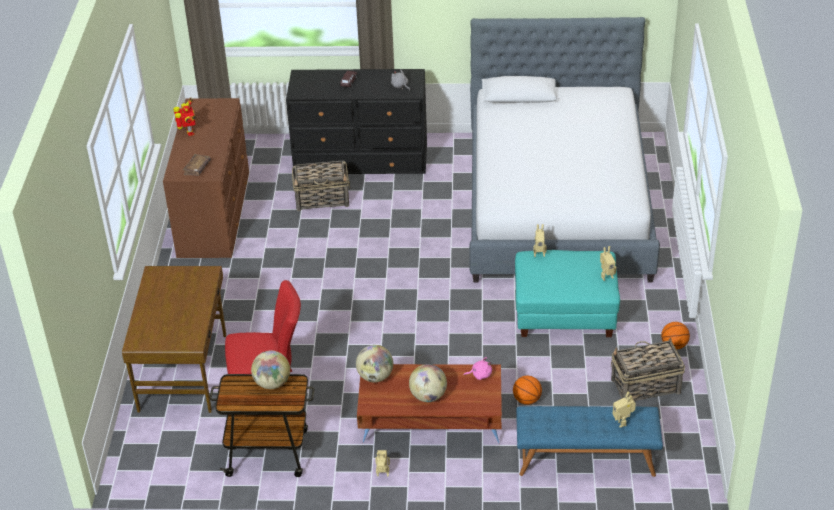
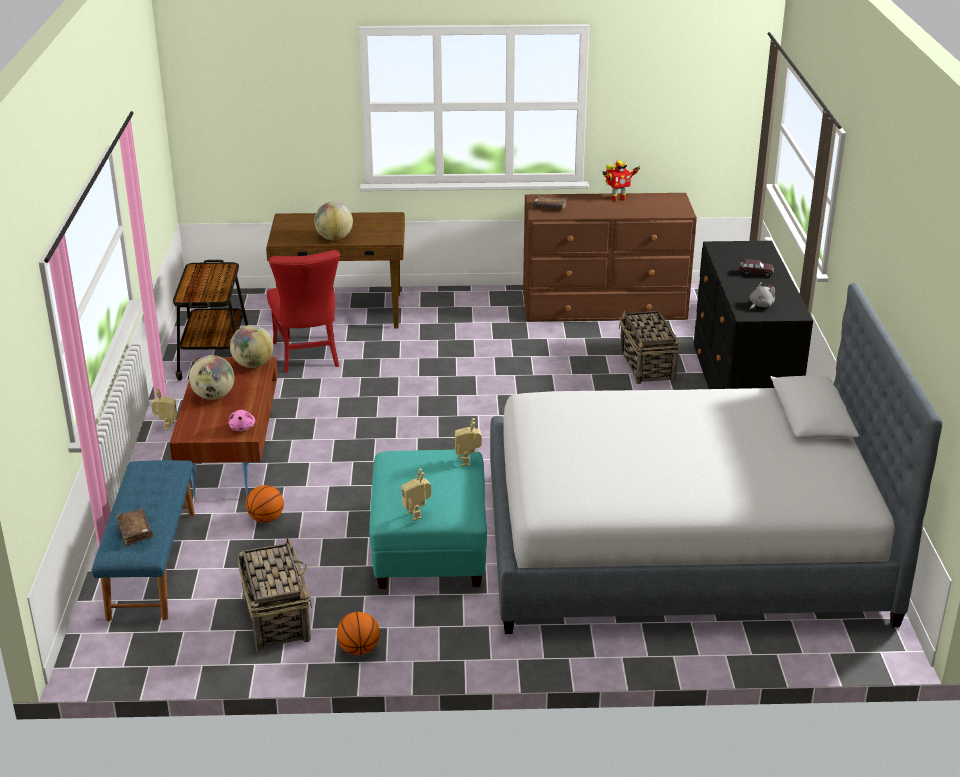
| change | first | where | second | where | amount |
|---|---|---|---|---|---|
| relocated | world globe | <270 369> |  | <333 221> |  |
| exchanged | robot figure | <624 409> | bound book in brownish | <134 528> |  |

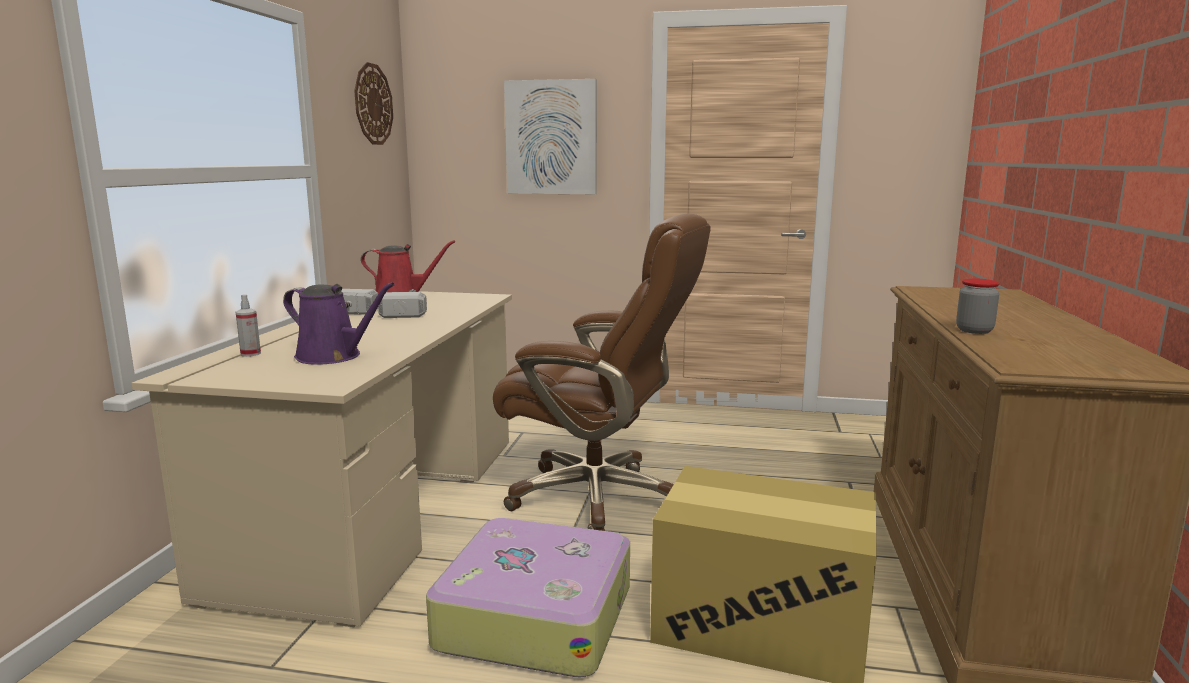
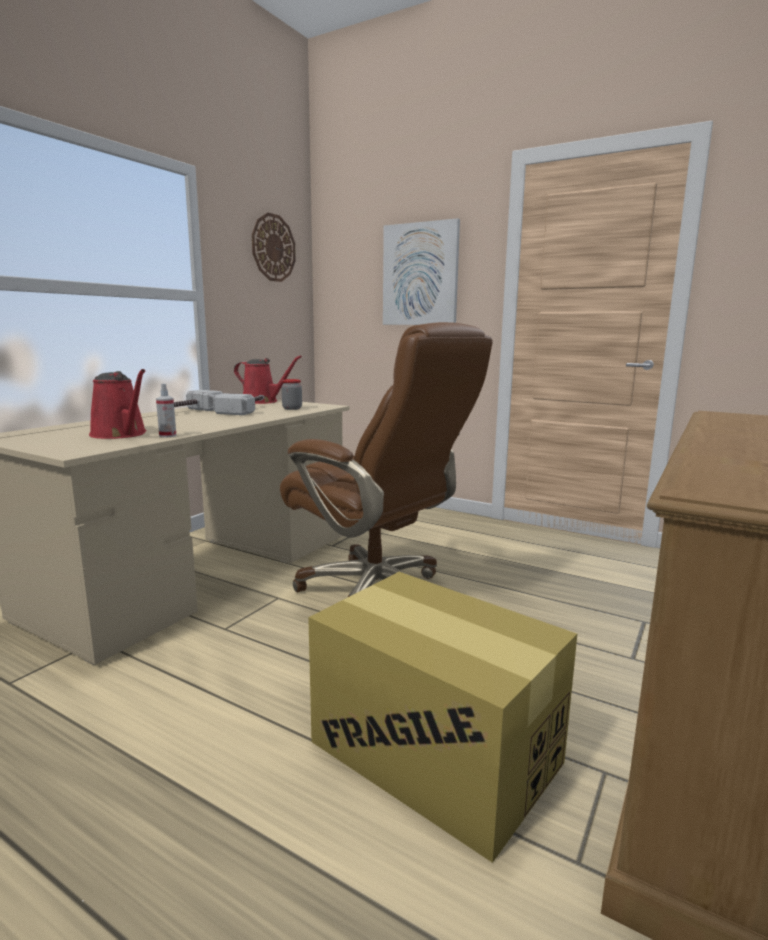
| change | first | where | second | where | amount |
|---|---|---|---|---|---|
| relocated | hand sprayer | <248 325> |  | <166 410> |  |
| colour | sprinkling can in purplish | <339 323> | sprinkling can in red | <117 404> |  |
| missing | piece of luggage | <528 597> |  |  |  |
| relocated | storage jar | <977 306> |  | <292 394> |  |

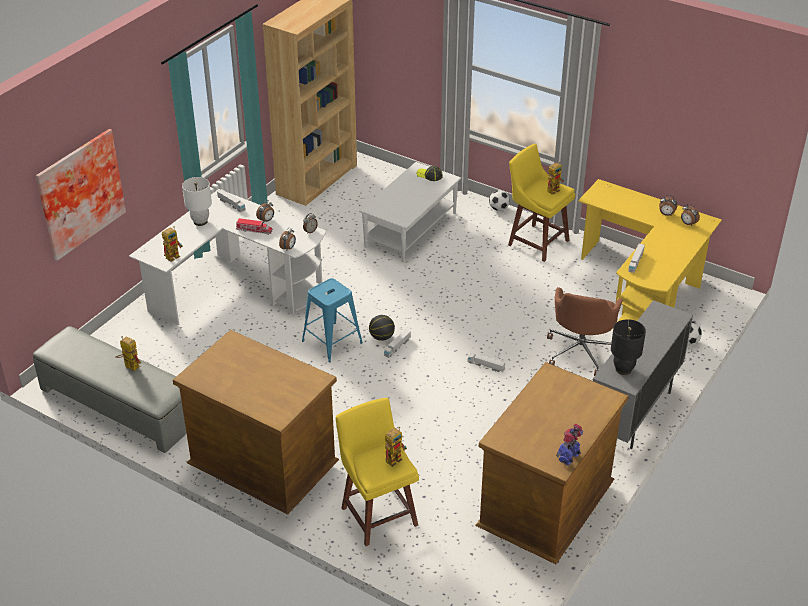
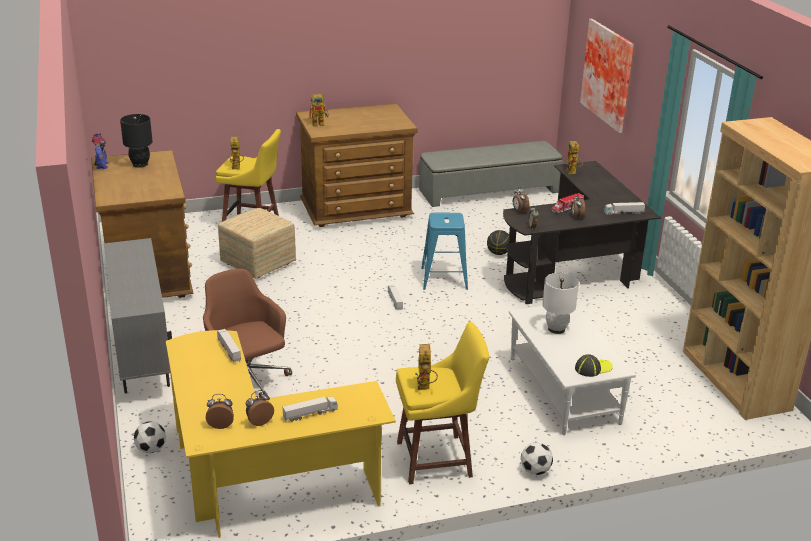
| change | first | where | second | where | amount |
|---|---|---|---|---|---|
| relocated | robot figure | <128 353> |  | <319 110> |  |
| colour | desk table in white-coloured | <227 257> | desk table in black | <582 232> |  |
| relocated | tabletop lamp in white-coloured | <197 201> |  | <560 303> |  |
| relocated | basketball ball | <382 328> |  | <498 242> |  |
| relocated | toy truck | <486 363> |  | <310 409> |  |
| relocated | tabletop lamp in black | <628 347> |  | <136 141> |  |
| appeared |  |  | pouffe | <257 243> |  |

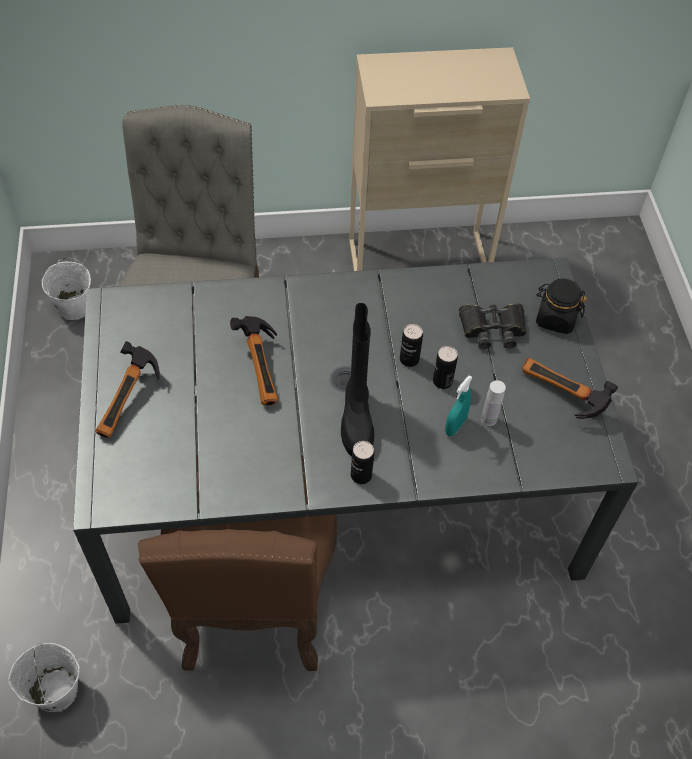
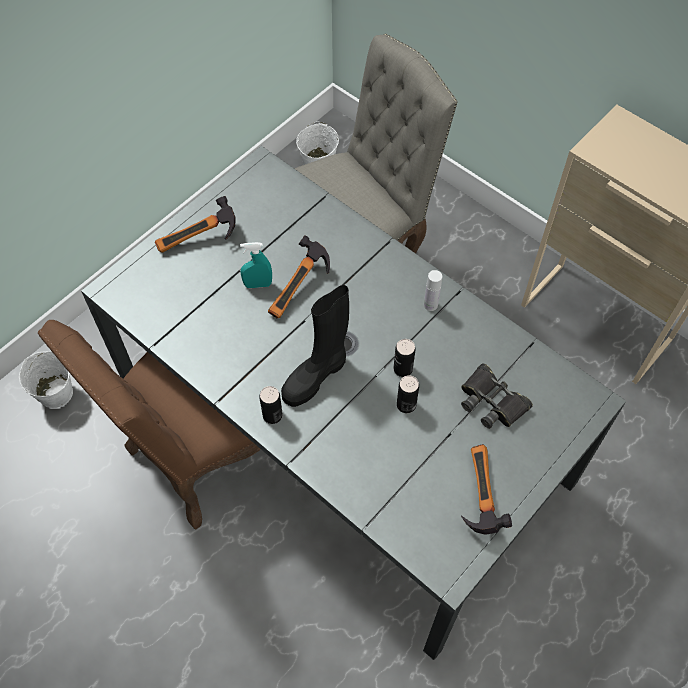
| change | first | where | second | where | amount |
|---|---|---|---|---|---|
| relocated | hand sprayer in turquoise | <459 406> |  | <256 265> |  |
| relocated | bottle in white-coloured | <493 403> |  | <433 290> |  |
| missing | storage jar in black | <561 306> |  |  |  |

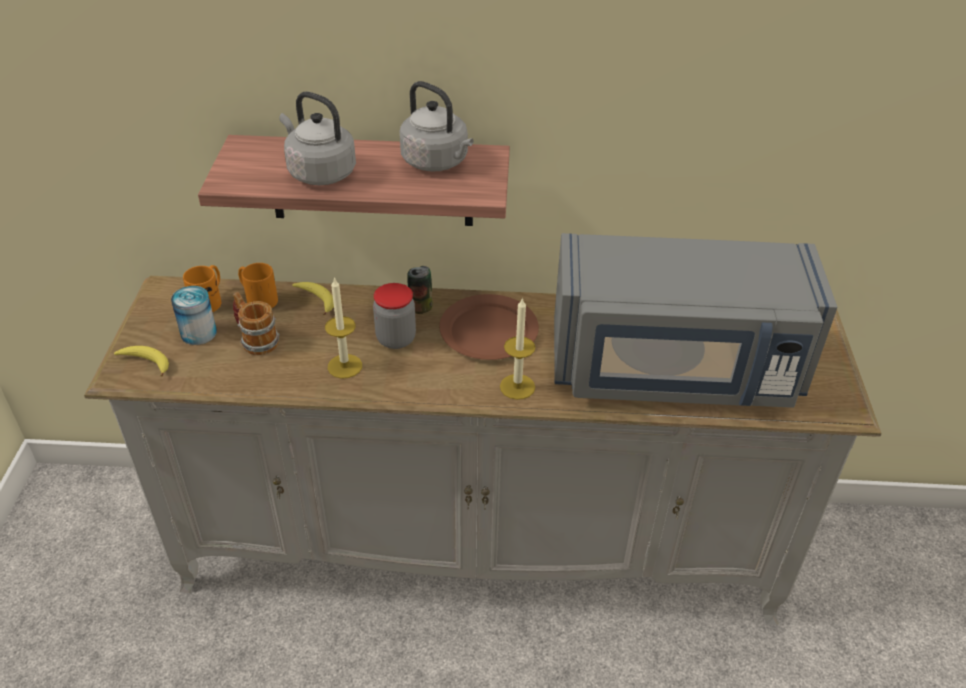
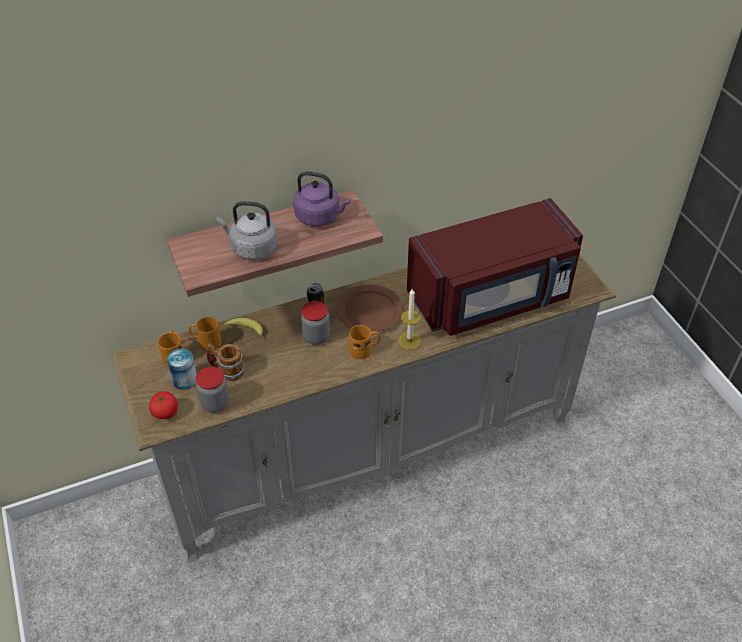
| change | first | where | second | where | amount |
|---|---|---|---|---|---|
| exchanged | banana | <141 361> | tomato | <163 405> |  |
| missing | wax light | <343 328> |  |  |  |
| colour | kettle in grey | <437 126> | kettle in purplish | <321 198> |  |
| colour | microwave in grey | <695 320> | microwave in red | <495 267> |  |
| appeared |  |  | storage jar | <212 390> |  |
| appeared |  |  | coffee mug in orange-coloured | <365 342> |  |

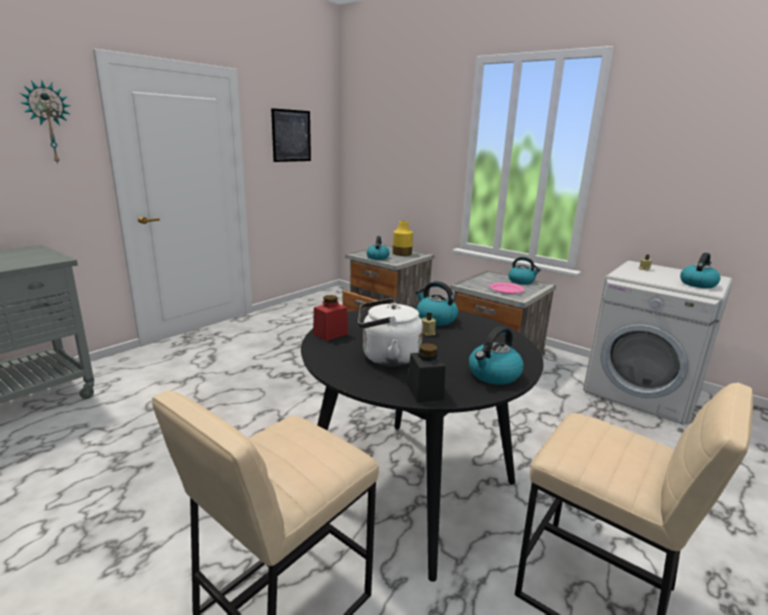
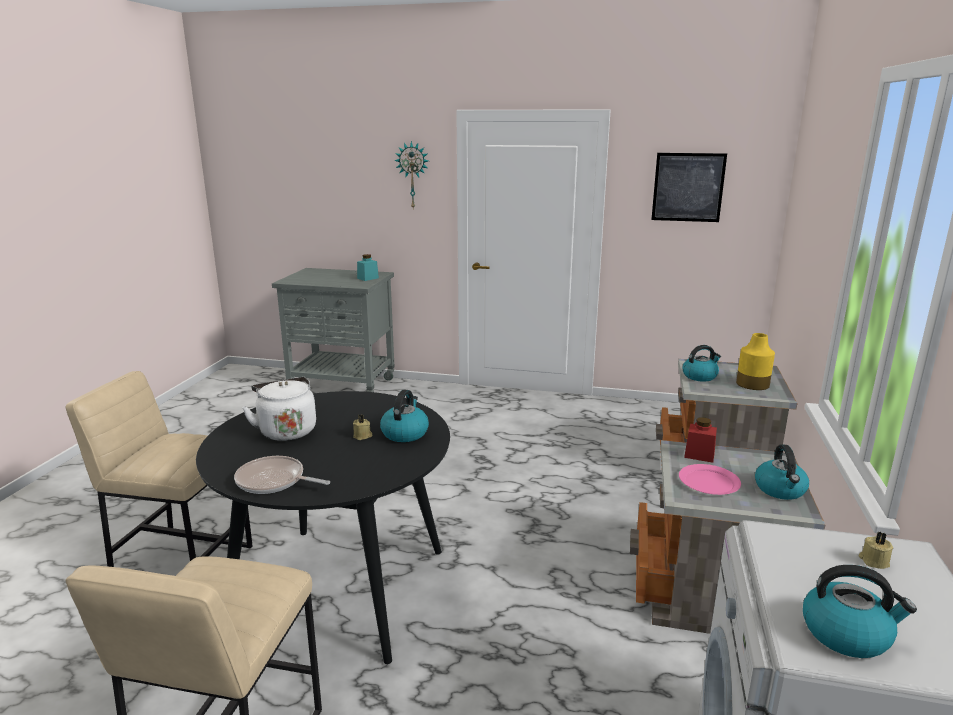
| change | first | where | second | where | amount |
|---|---|---|---|---|---|
| relocated | storage jar in red | <330 318> |  | <700 440> |  |
| missing | storage jar in black | <426 372> |  |  |  |
| exchanged | kettle | <496 355> | frying pan | <282 475> |  |
| appeared |  |  | storage jar in turquoise | <368 267> |  |

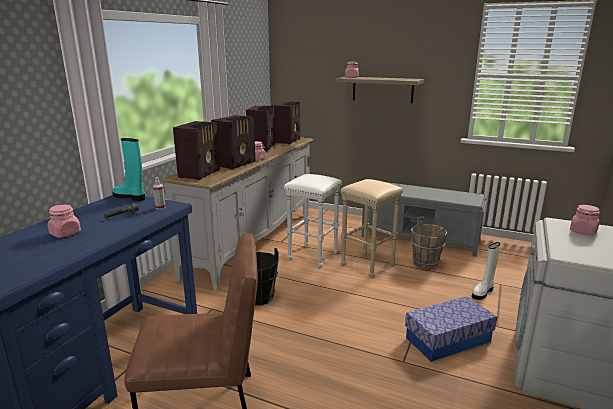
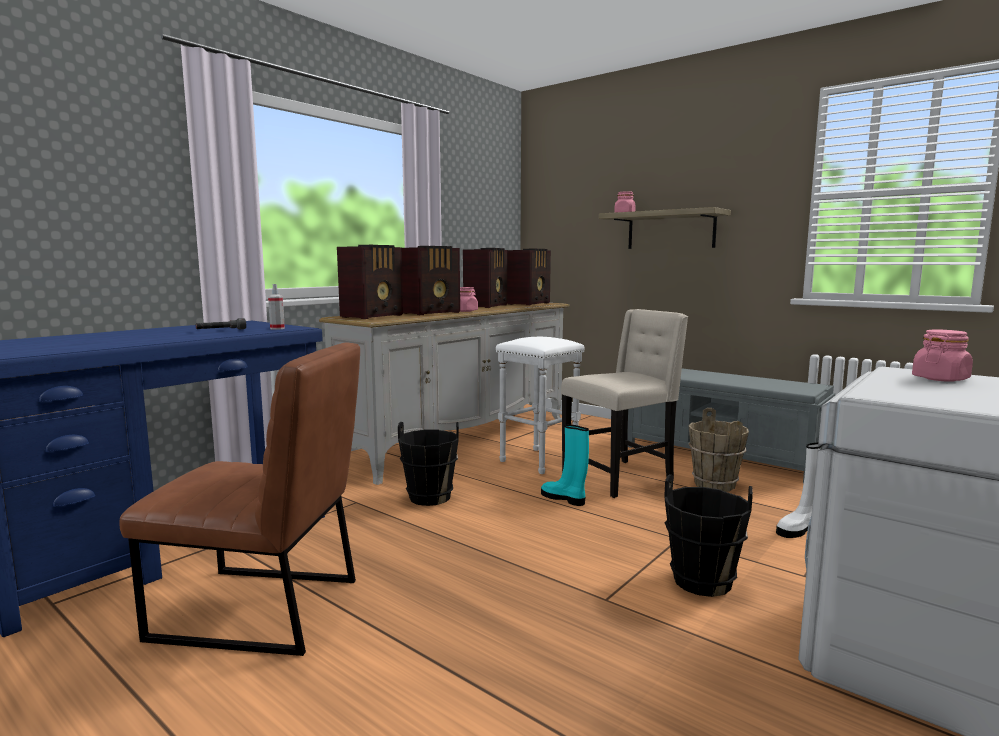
| change | first | where | second | where | amount |
|---|---|---|---|---|---|
| missing | storage jar in pink-coloured | <64 221> |  |  |  |
| relocated | boot in turquoise | <128 169> |  | <565 465> |  |
| exchanged | stool seat in sand-coloured | <372 228> | upright chair in sand-coloured | <624 403> |  |
| exchanged | storage bin | <451 329> | water bucket in black | <708 535> |  |

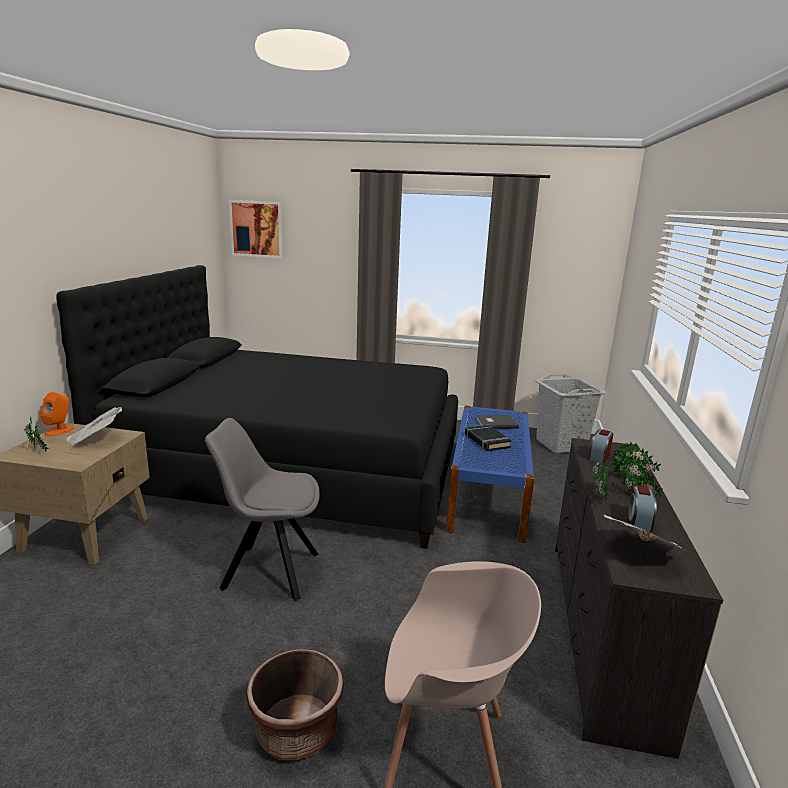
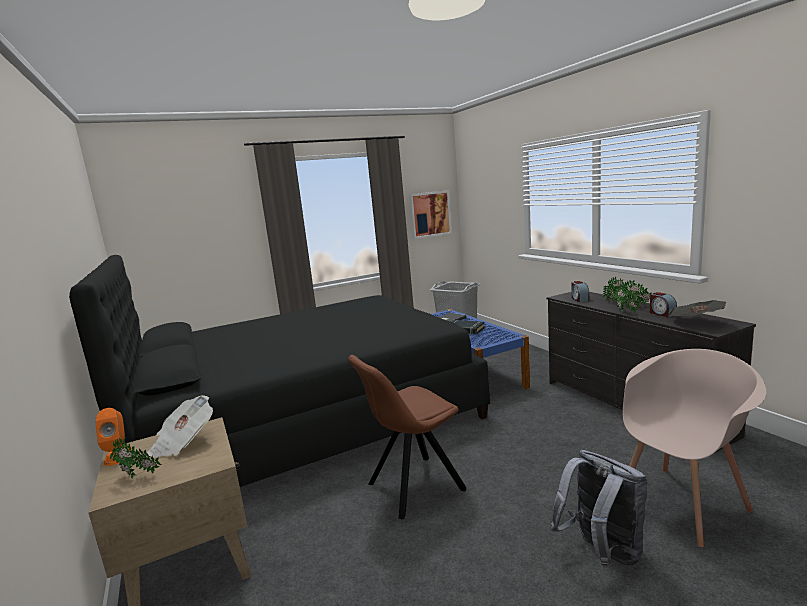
| change | first | where | second | where | amount |
|---|---|---|---|---|---|
| colour | upright chair in grey | <262 509> | upright chair in brownish | <407 437> |  |
| relocated | wall art | <256 229> |  | <430 214> |  |
| exchanged | flower pot in brownish | <295 704> | backpack in grey | <599 509> |  |

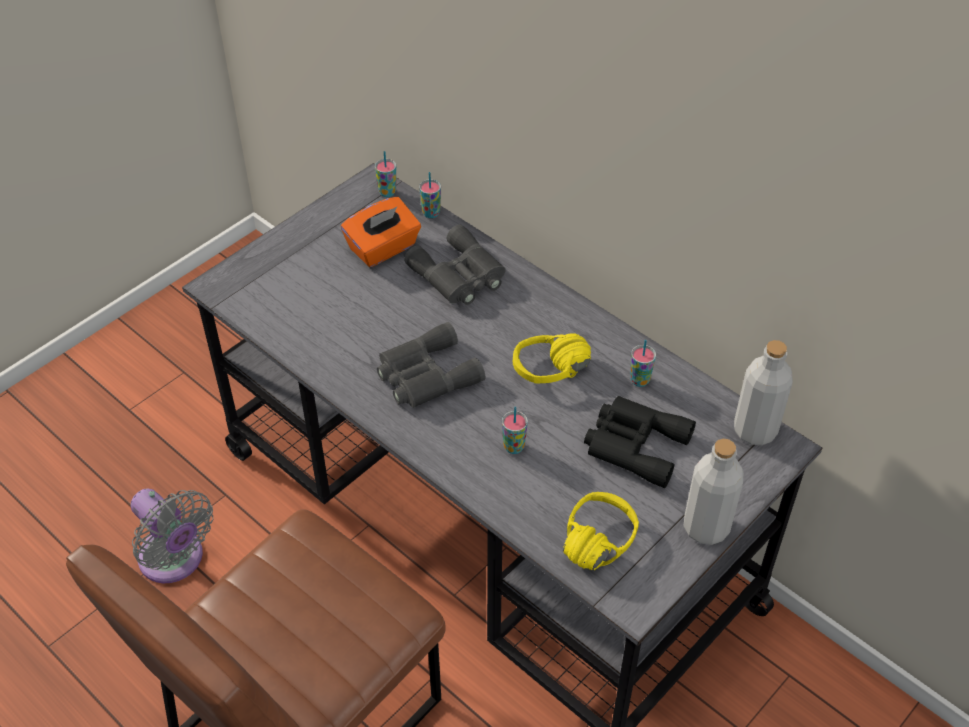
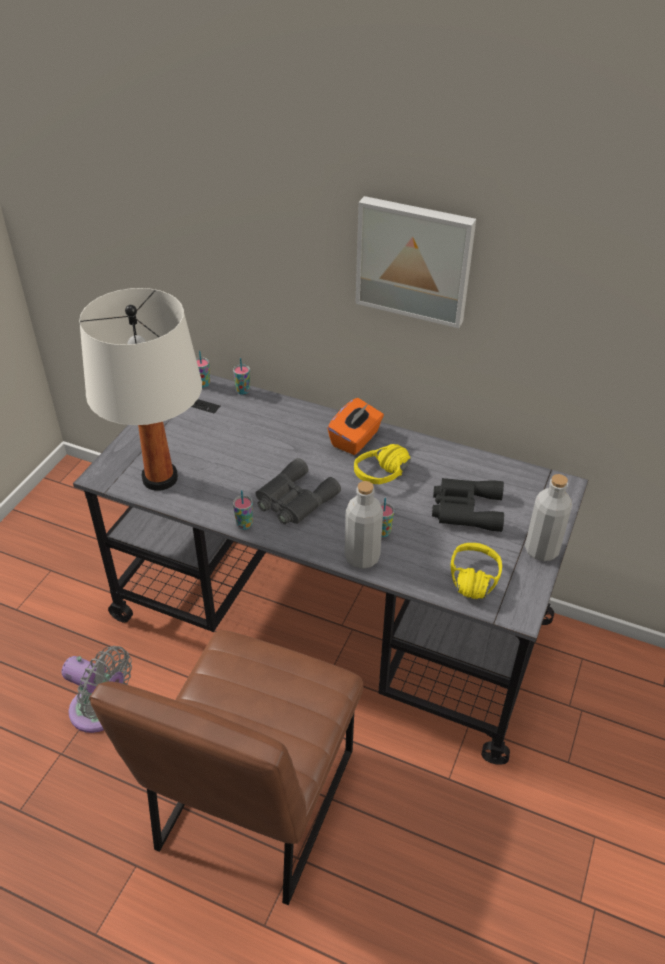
| change | first | where | second | where | amount |
|---|---|---|---|---|---|
| relocated | tissue box in orange-coloured | <381 232> |  | <355 426> |  |
| missing | binoculars in grey | <455 264> |  |  |  |
| relocated | drinking cup | <643 363> |  | <243 510> |  |
| relocated | bottle in grey | <763 392> |  | <364 525> |  |
| appeared |  |  | tabletop lamp in white-coloured | <140 389> |  |
| appeared |  |  | wall art | <416 262> |  |

